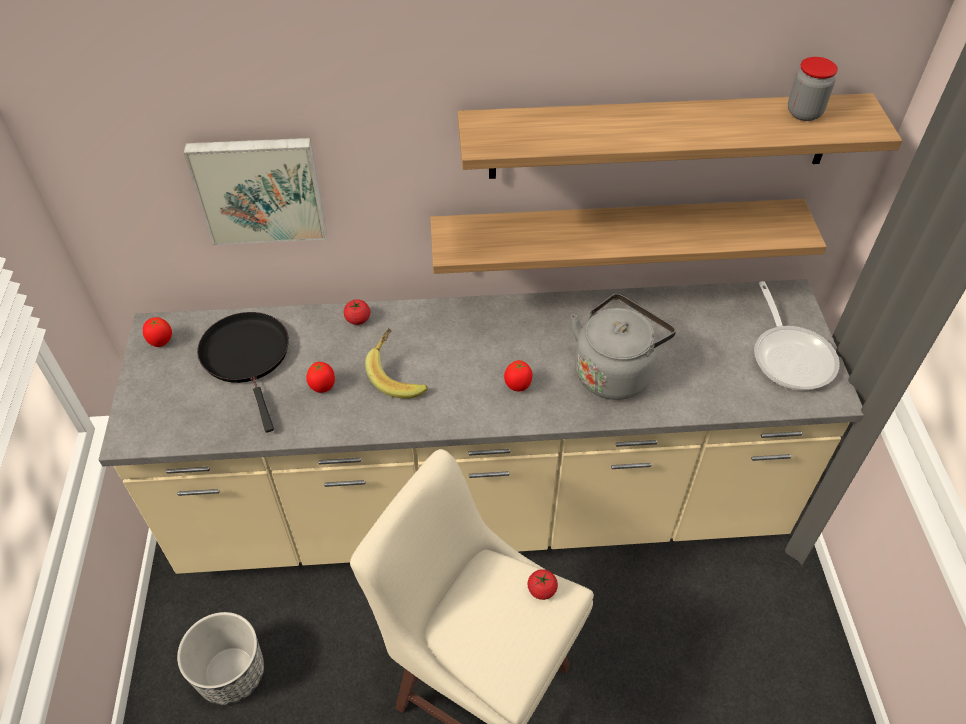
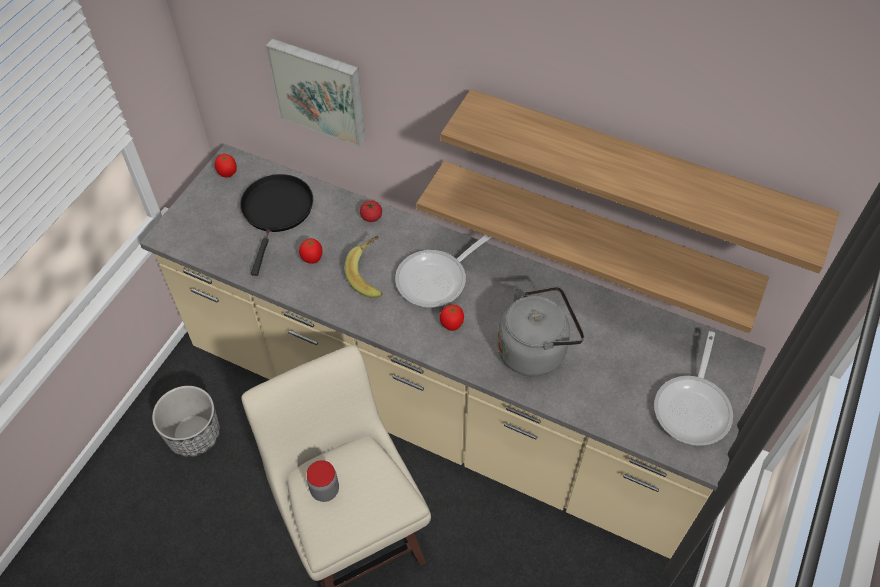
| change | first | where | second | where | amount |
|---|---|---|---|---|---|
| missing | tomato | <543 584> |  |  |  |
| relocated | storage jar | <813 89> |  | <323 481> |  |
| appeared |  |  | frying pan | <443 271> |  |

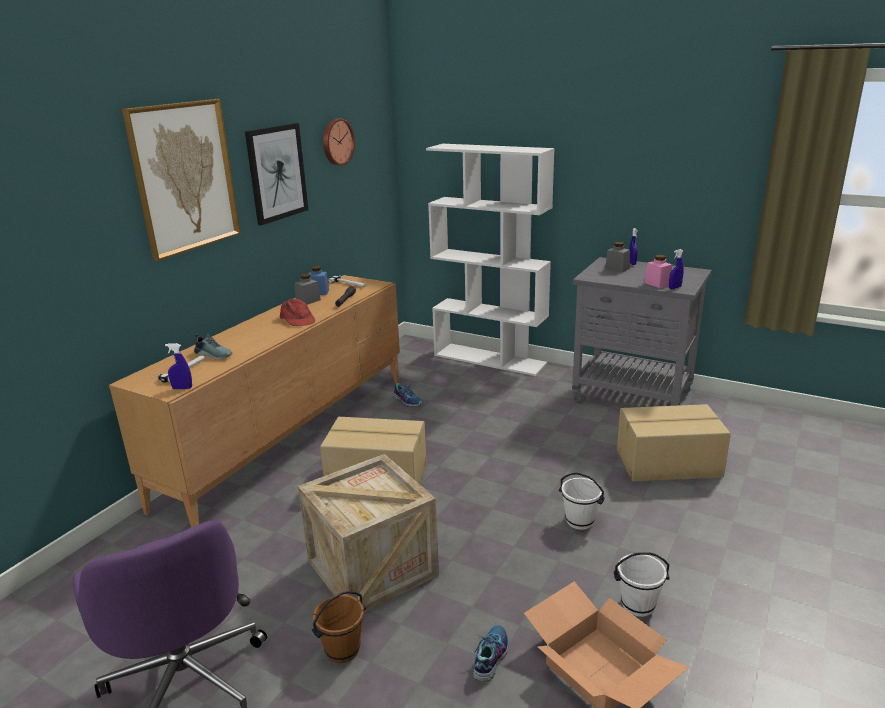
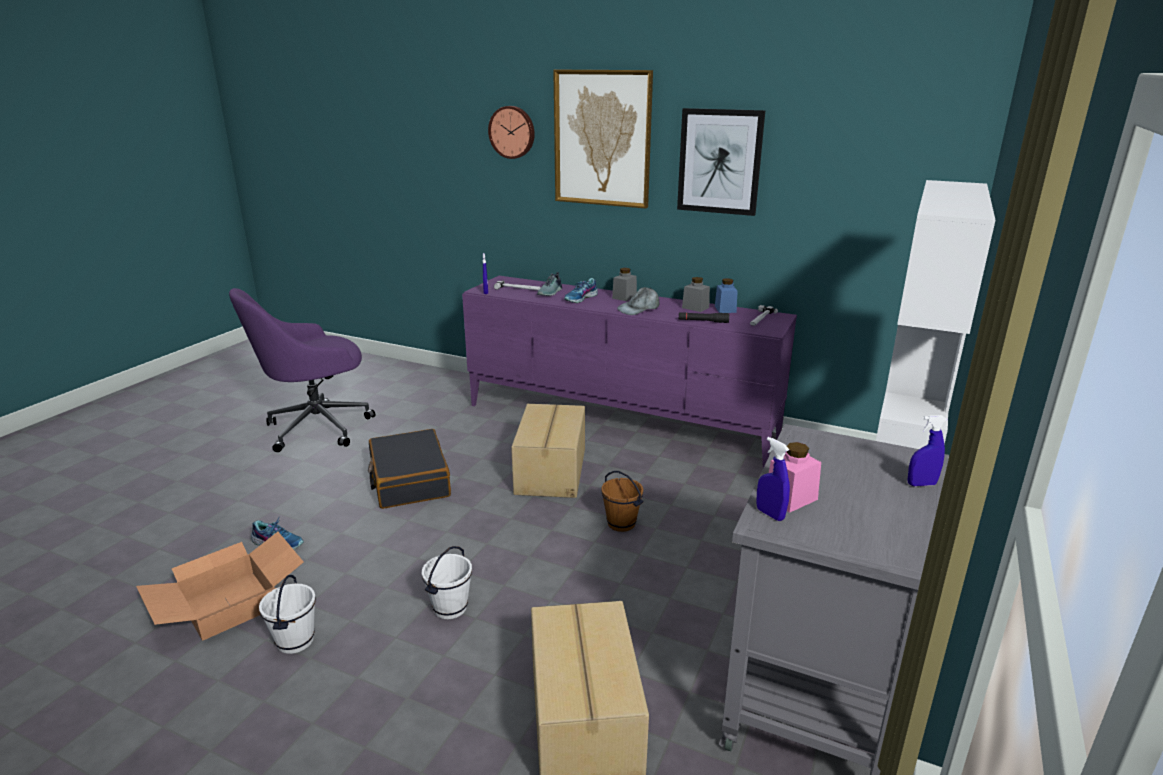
| change | first | where | second | where | amount |
|---|---|---|---|---|---|
| colour | cupboard in brownish | <254 401> | cupboard in purplish | <629 372> |  |
| colour | cap in red | <297 312> | cap in grey | <638 301> |  |
| exchanged | shipping crate | <368 533> | piece of luggage in black | <409 469> |  |
| relocated | water bucket in brownish | <339 627> |  | <622 501> |  |
| relocated | hanging clock | <339 142> |  | <511 132> |  |
| relocated | item of footwear | <408 395> |  | <581 290> |  |
| relocated | storage jar in grey | <617 257> |  | <624 284> |  |

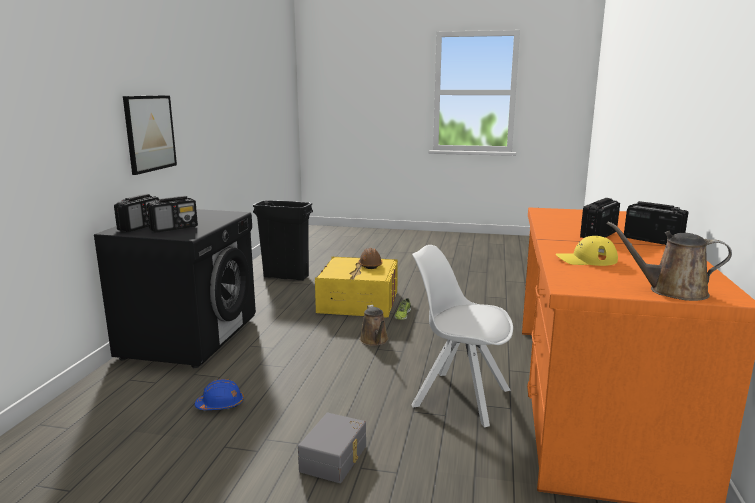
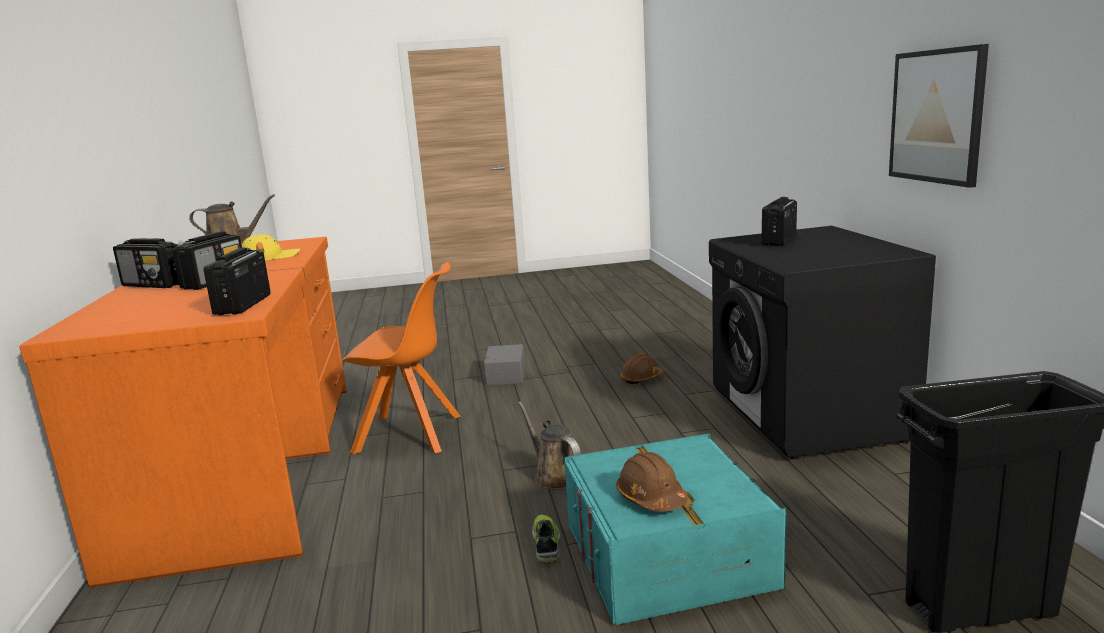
| change | first | where | second | where | amount |
|---|---|---|---|---|---|
| relocated | radio | <136 213> |  | <237 281> |  |
| colour | hard hat in bluish | <219 394> | hard hat in brownish | <642 369> |  |
| colour | storage bin in yellowish | <356 287> | storage bin in turquoise | <675 529> |  |
| colour | upright chair in white-coloured | <462 336> | upright chair in orange-coloured | <401 358> |  |

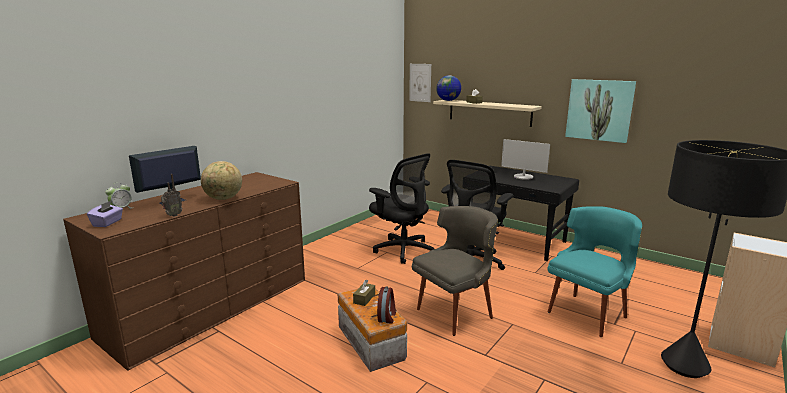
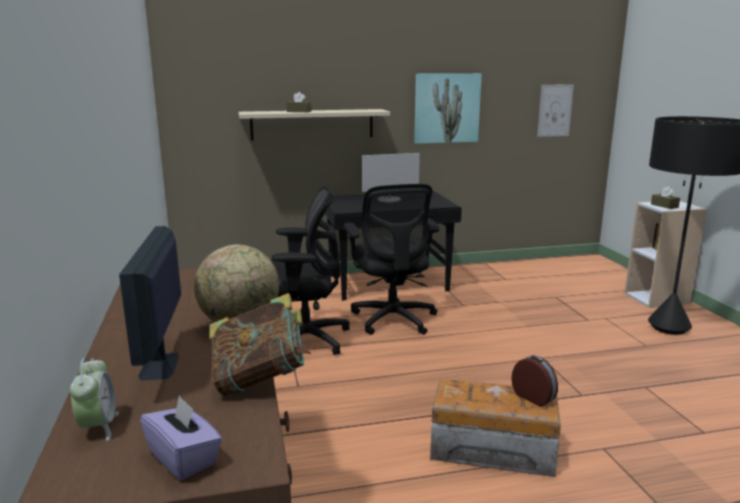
| change | first | where | second | where | amount |
|---|---|---|---|---|---|
| exchanged | radio | <172 195> | bound book | <260 344> |  |
| relocated | tissue box in brownish | <364 293> |  | <665 198> |  |
| relocated | wall art | <420 83> |  | <555 110> |  |
| missing | upright chair in grey | <455 271> |  |  |  |
| missing | world globe | <448 88> |  |  |  |
| missing | upright chair in turquoise | <595 271> |  |  |  |

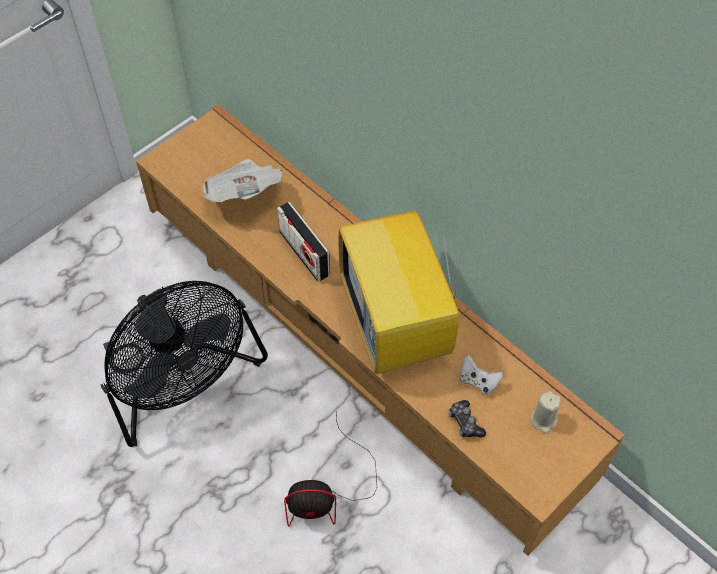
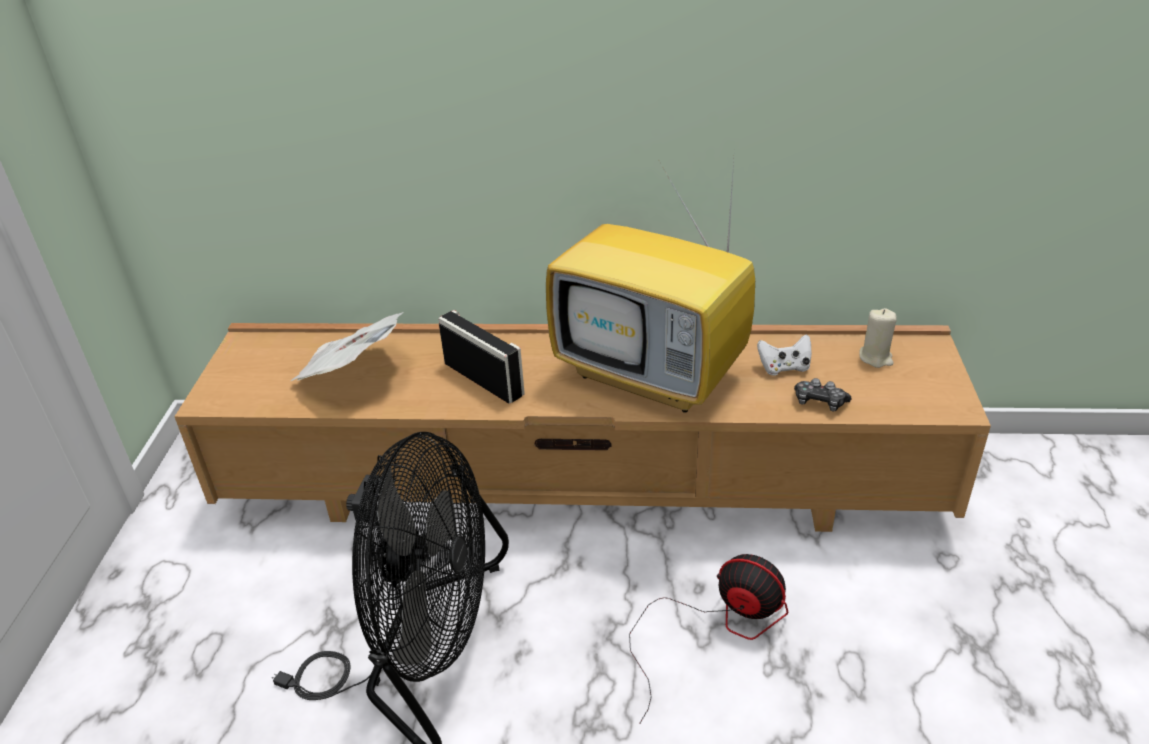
| change | first | where | second | where | amount |
|---|---|---|---|---|---|
| spun | radio | <303 242> |  | <482 357> | 150 degrees counterclockwise |
| spun | electric fan | <330 469> |  | <708 639> | 105 degrees counterclockwise |

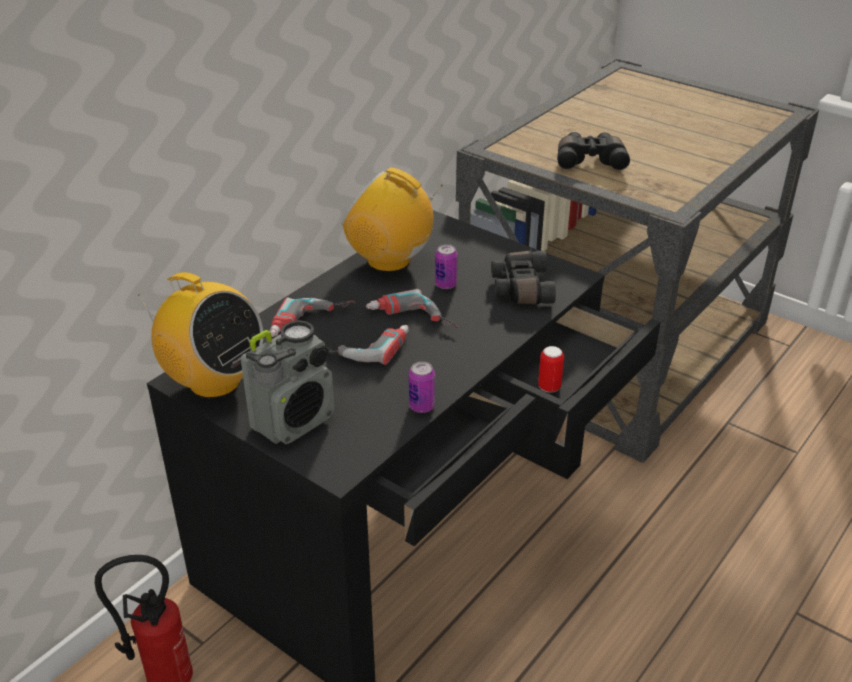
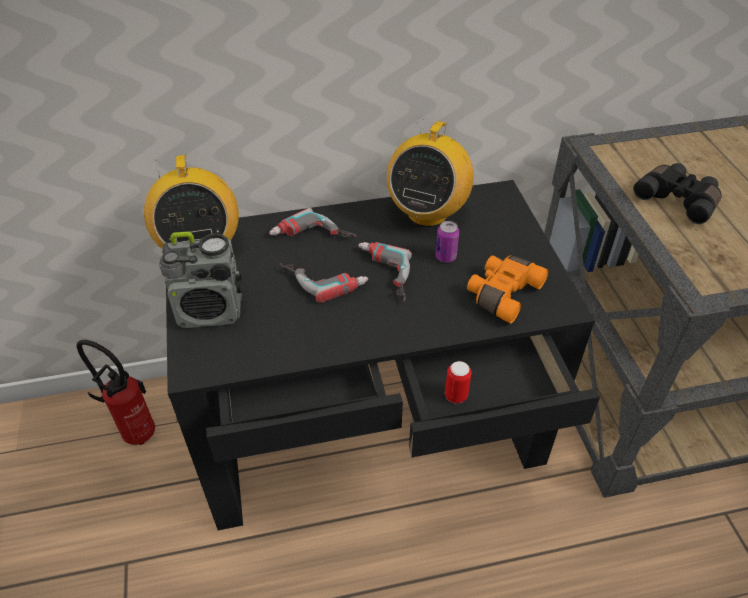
| change | first | where | second | where | amount |
|---|---|---|---|---|---|
| spun | radio | <392 219> |  | <430 173> | 135 degrees counterclockwise |
| missing | sealed can | <422 387> |  |  |  |
| colour | binoculars in black | <523 277> | binoculars in orange-coloured | <508 289> |  |

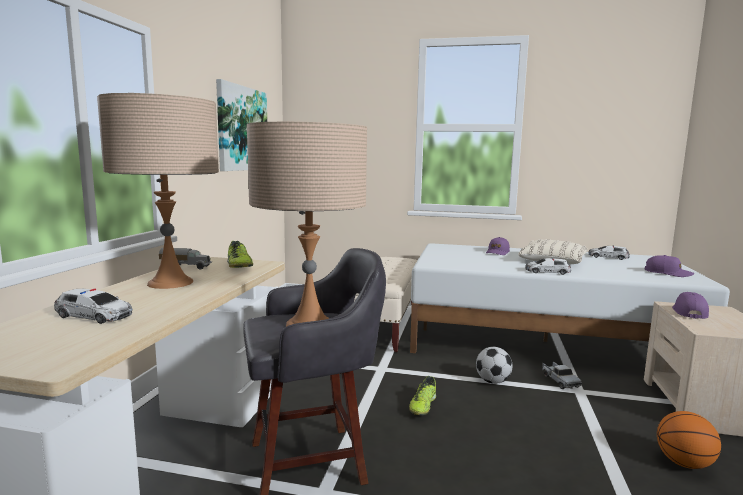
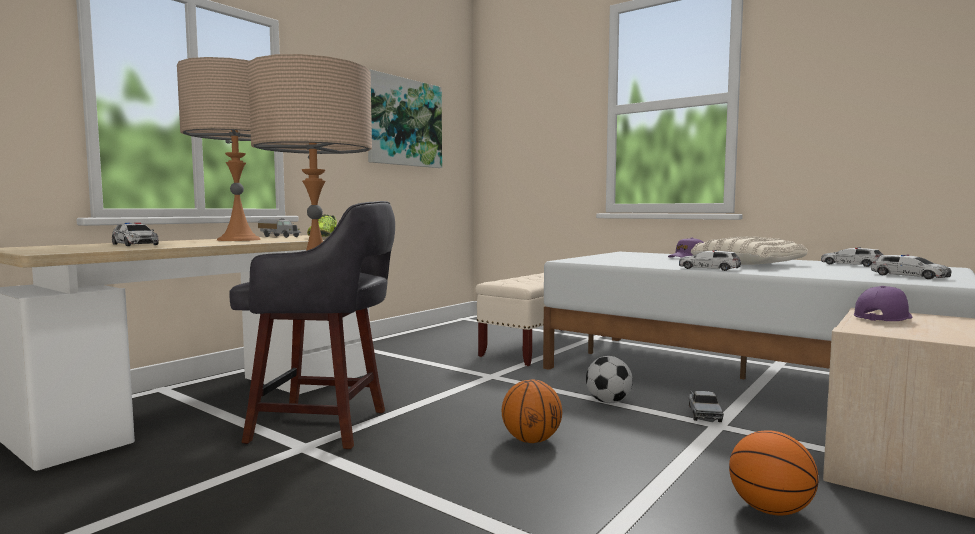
| change | first | where | second | where | amount |
|---|---|---|---|---|---|
| missing | item of footwear | <422 395> |  |  |  |
| exchanged | cap in purplish | <669 266> | model car | <911 267> |  |
| appeared |  |  | basketball ball | <532 411> |  |

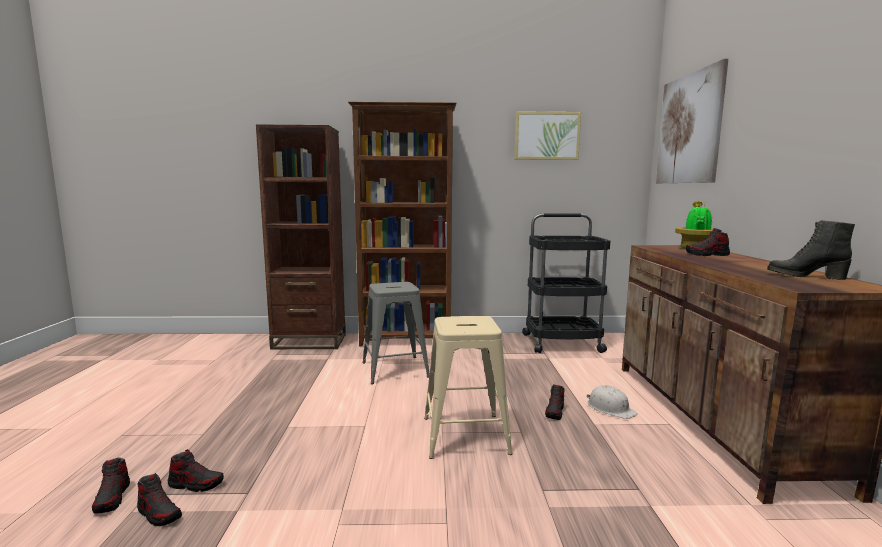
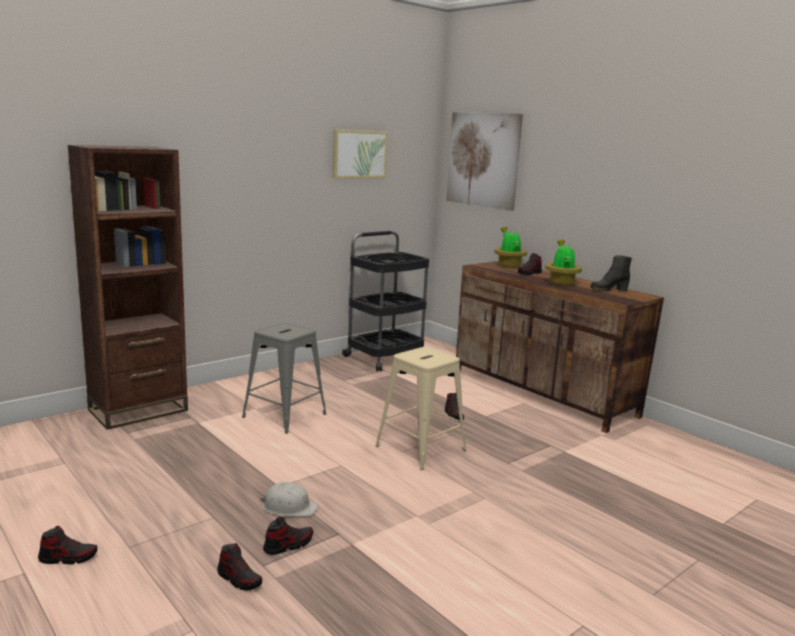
| change | first | where | second | where | amount |
|---|---|---|---|---|---|
| relocated | item of footwear | <159 499> |  | <68 545> |  |
| missing | bookshelf in brownish | <402 224> |  |  |  |
| relocated | hard hat in white-coloured | <612 402> |  | <289 499> |  |
| appeared |  |  | plant in a pot | <563 262> |  |

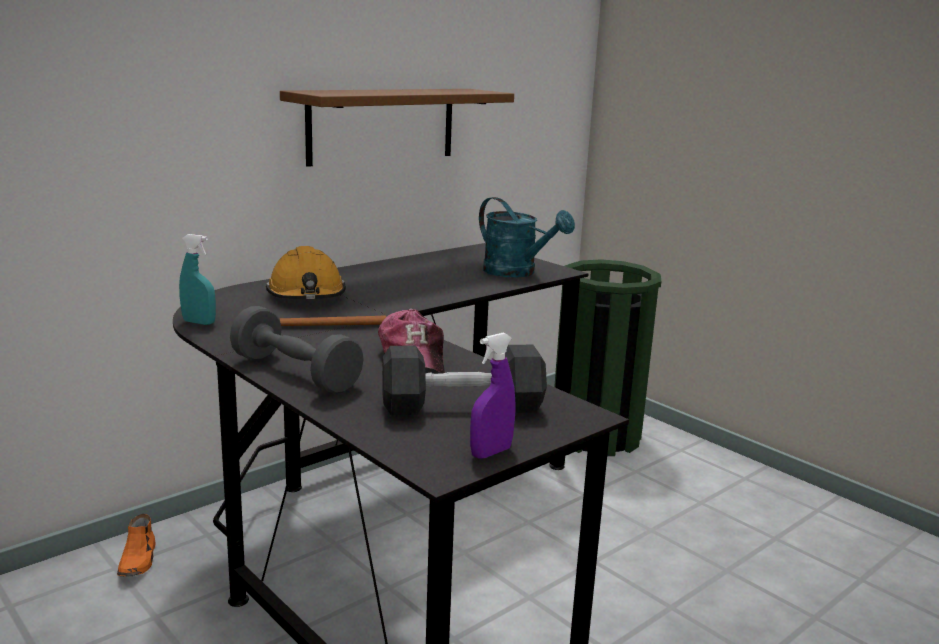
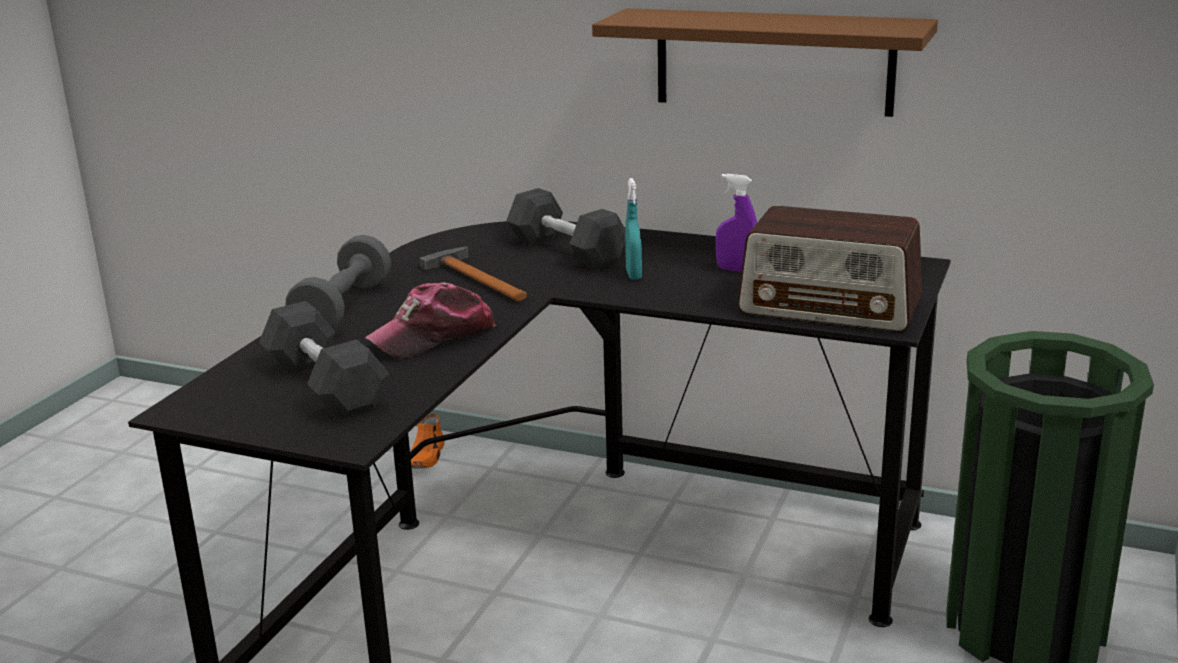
| change | first | where | second | where | amount |
|---|---|---|---|---|---|
| spun | item of footwear in orange-coloured | <136 545> |  | <427 441> | 45 degrees counterclockwise |
| relocated | hand sprayer in turquoise | <197 279> |  | <633 229> |  |
| exchanged | hard hat in orange-coloured | <306 272> | hand weight in black | <565 228> |  |
| relocated | hand sprayer in purplish | <493 396> |  | <736 223> |  |
| exchanged | sprinkling can in turquoise | <527 237> | radio | <829 268> |  |

